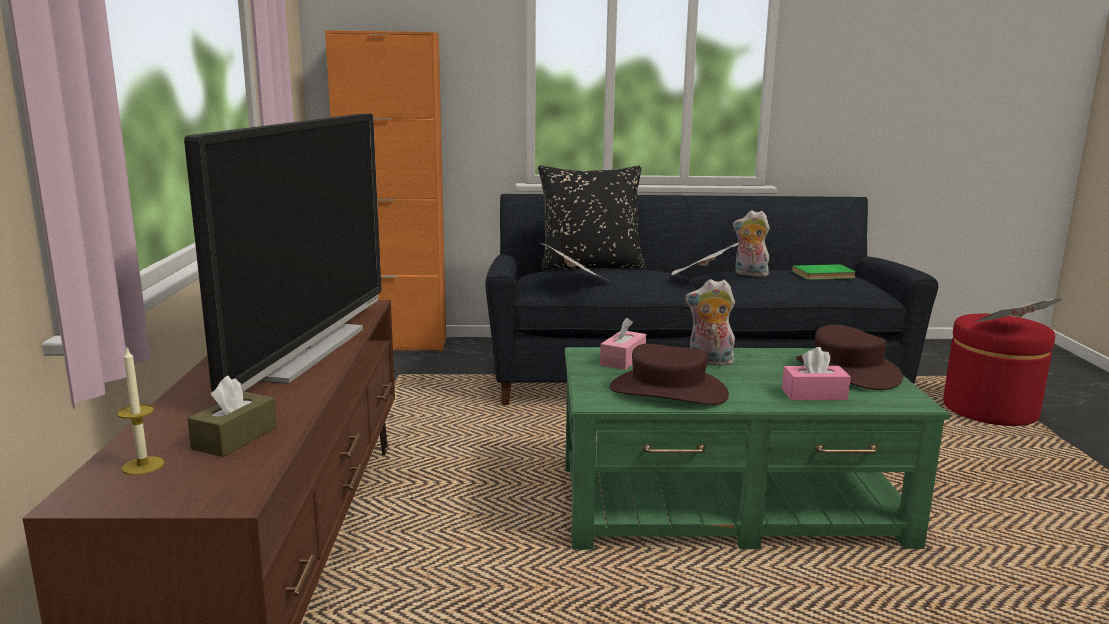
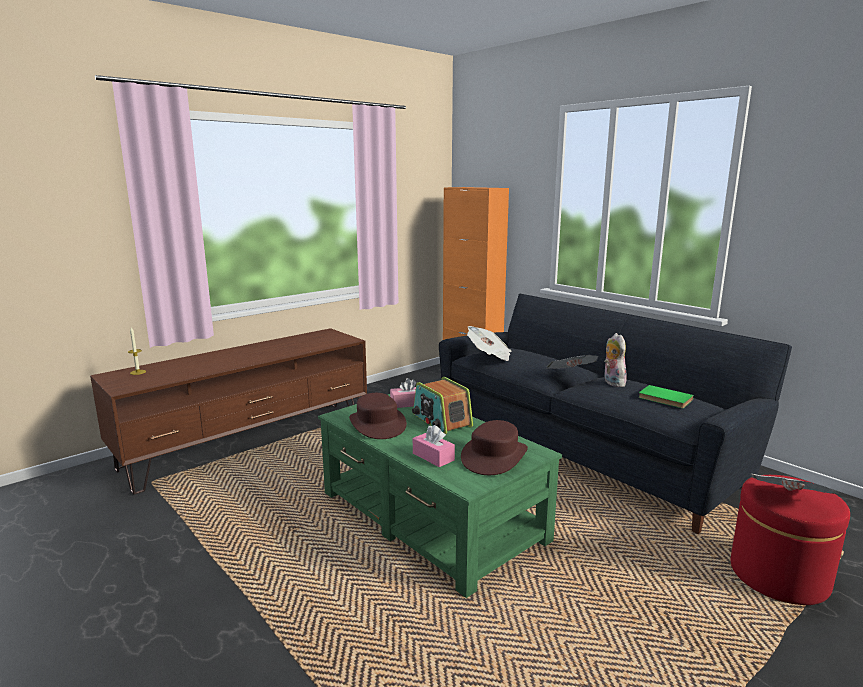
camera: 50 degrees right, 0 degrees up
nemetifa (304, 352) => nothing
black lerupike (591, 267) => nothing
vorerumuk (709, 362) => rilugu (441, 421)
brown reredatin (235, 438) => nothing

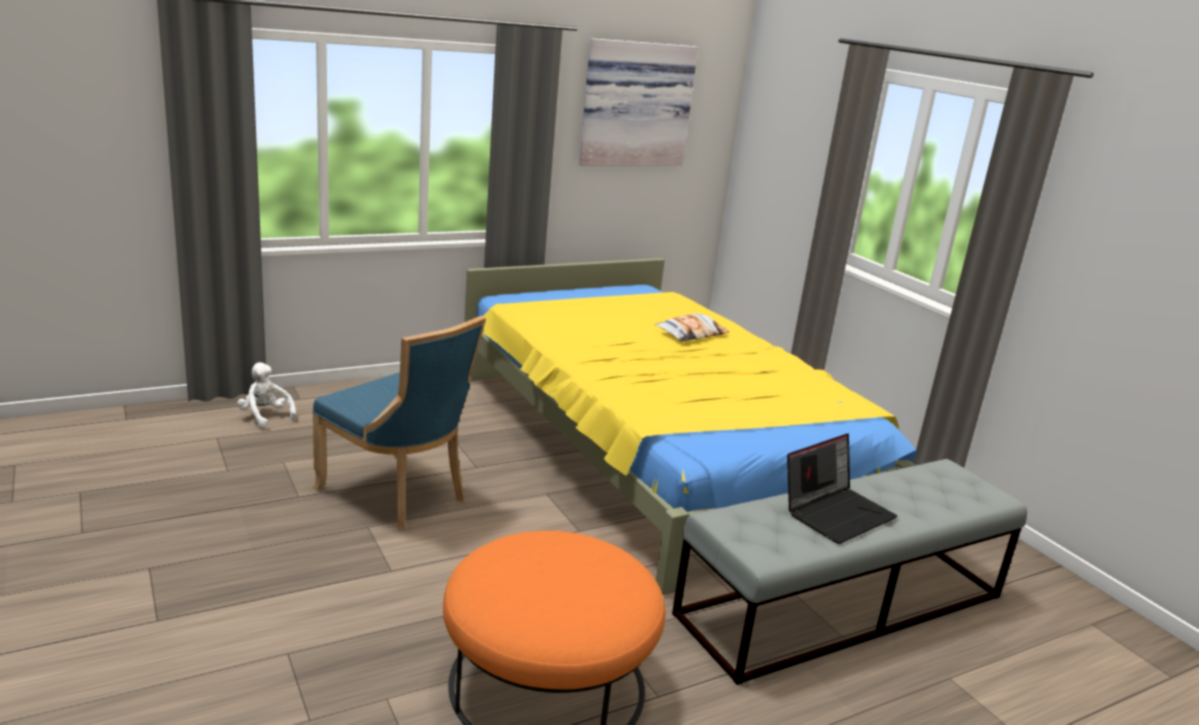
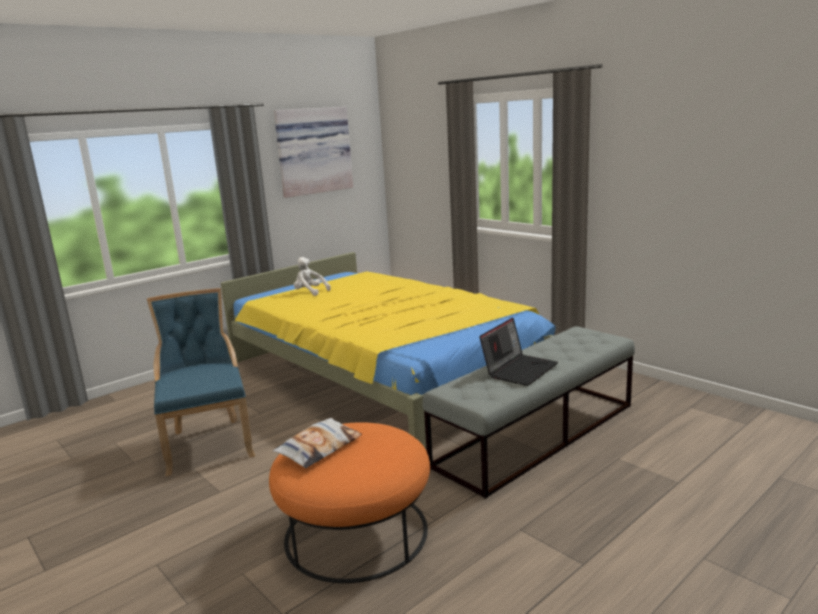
camera: 10 degrees left, 5 degrees down
lerupike (691, 334) => lerupike (319, 448), shifted
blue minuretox (398, 495) => blue minuretox (209, 443), 135 degrees counterclockwise
white vorerumuk (265, 416) => white vorerumuk (310, 292), shifted

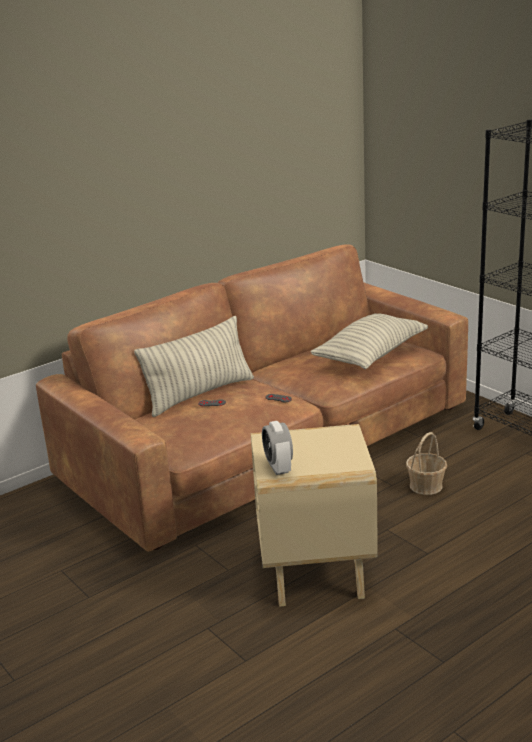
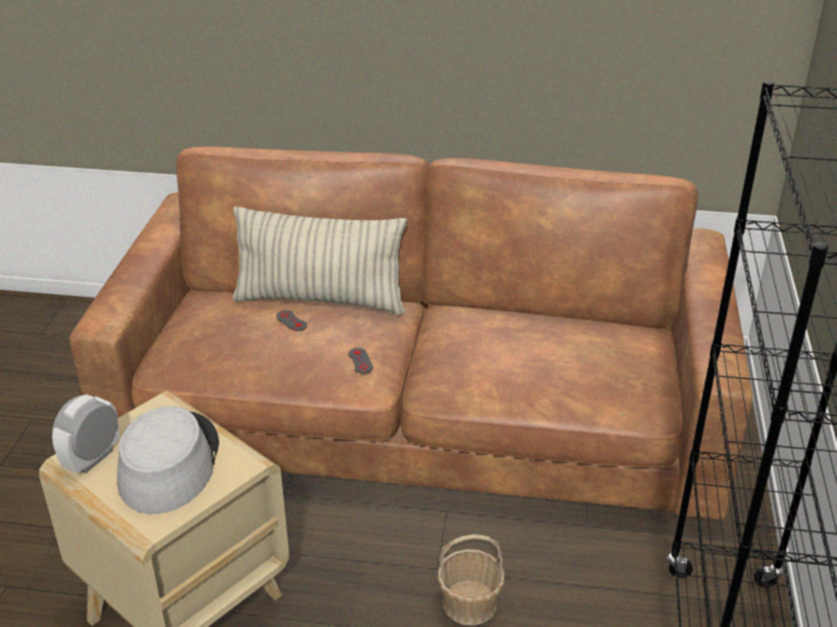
camera: 45 degrees right, 10 degrees up
lerupike (370, 355) => nothing
nothing => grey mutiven (169, 463)

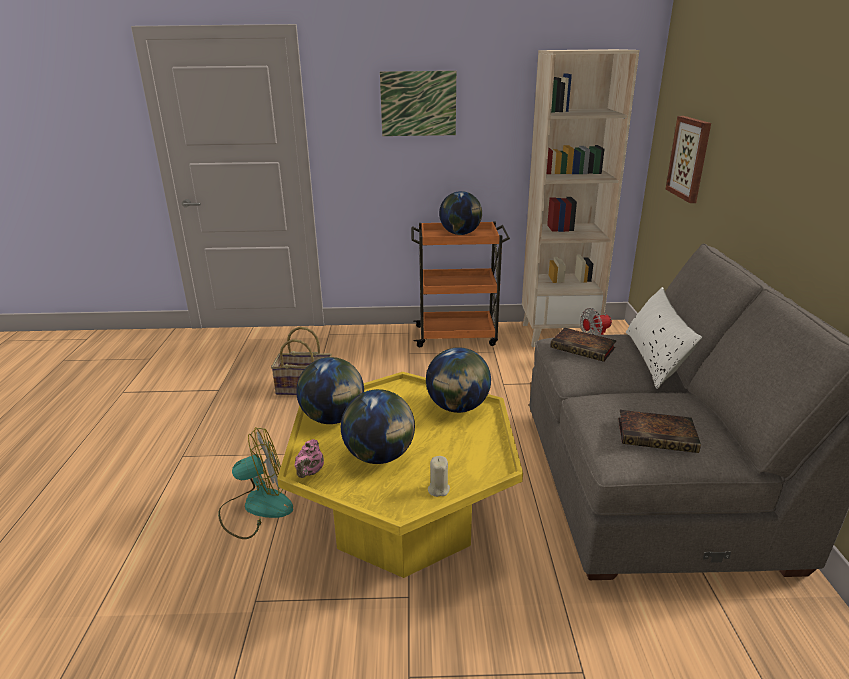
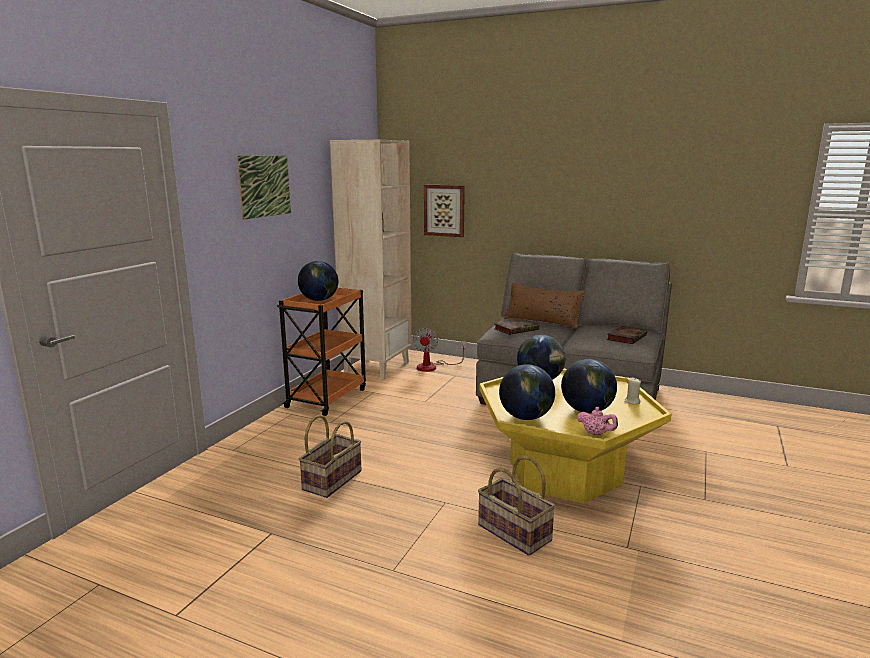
camera: 65 degrees left, 10 degrees down
white lerupike (655, 358) => brown lerupike (542, 321)
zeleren (256, 508) => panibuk (513, 533)

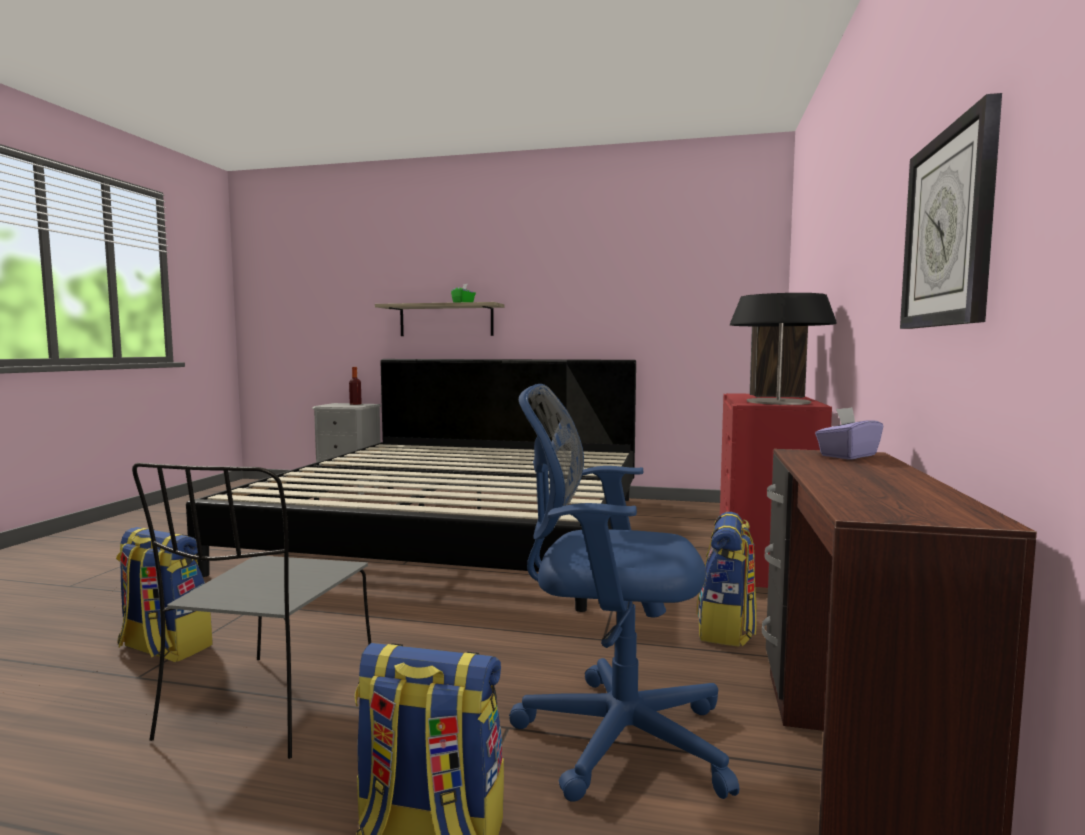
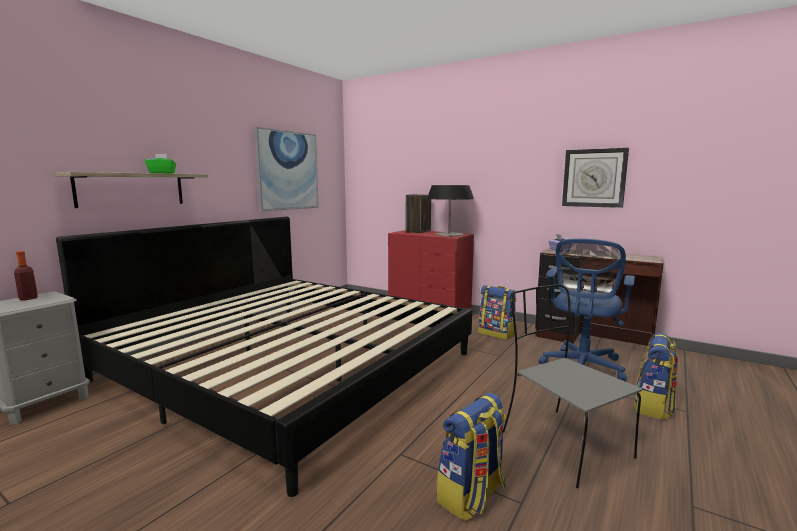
camera: 70 degrees left, 5 degrees up
grey minuretox (269, 706) => grey minuretox (562, 443), 150 degrees counterclockwise
nothing => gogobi (288, 170)

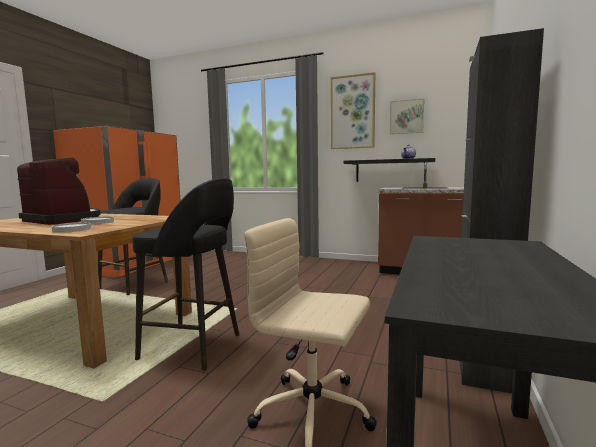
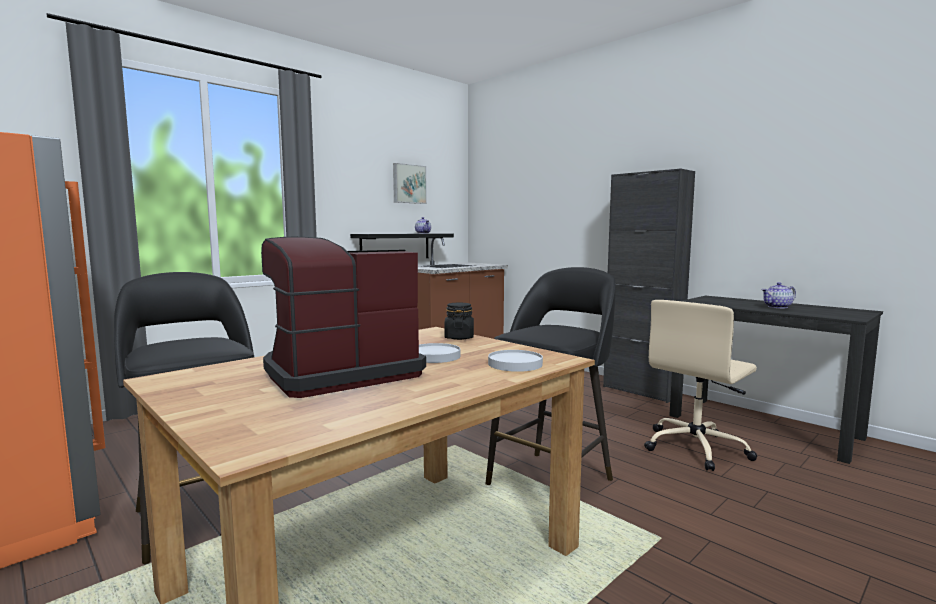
camera: 65 degrees left, 0 degrees up
gogobi (352, 112) => nothing
nothing => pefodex (777, 307)
nothing => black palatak (459, 337)

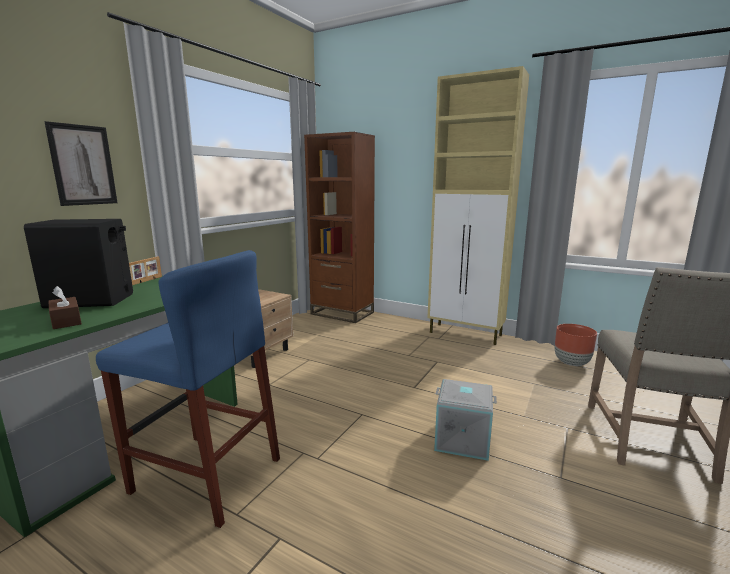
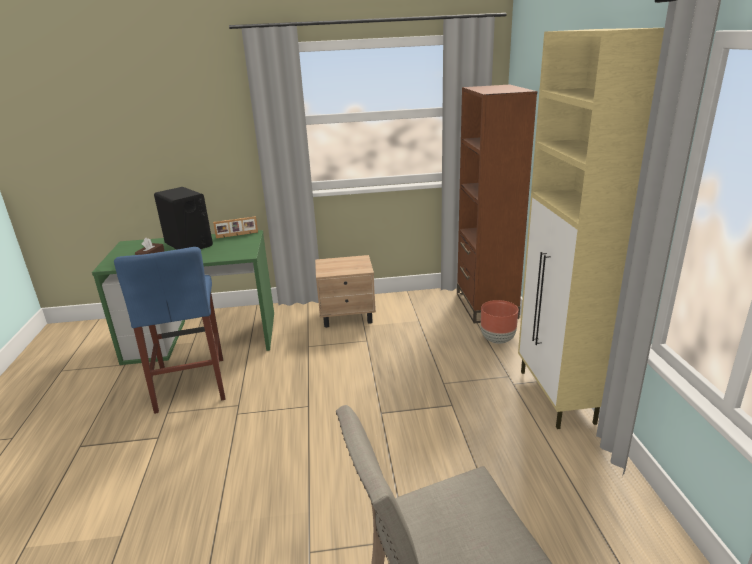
camera: 55 degrees right, 10 degrees up
gogobi (83, 165) => nothing
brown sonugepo (571, 363) => brown sonugepo (497, 340), shifted
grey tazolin (463, 439) => nothing

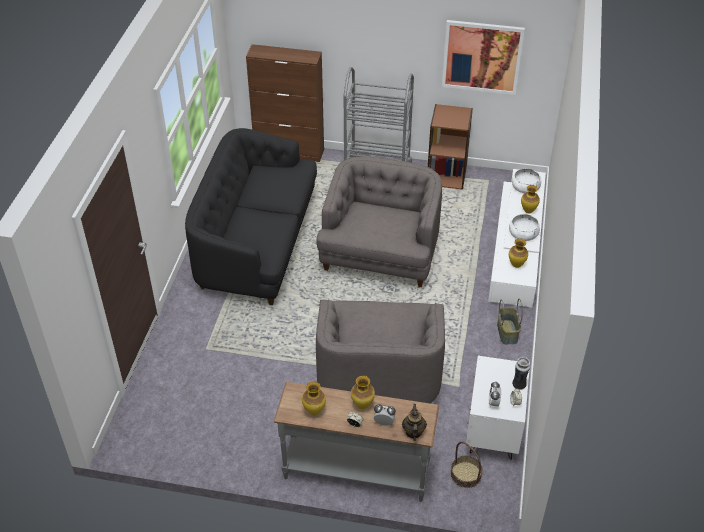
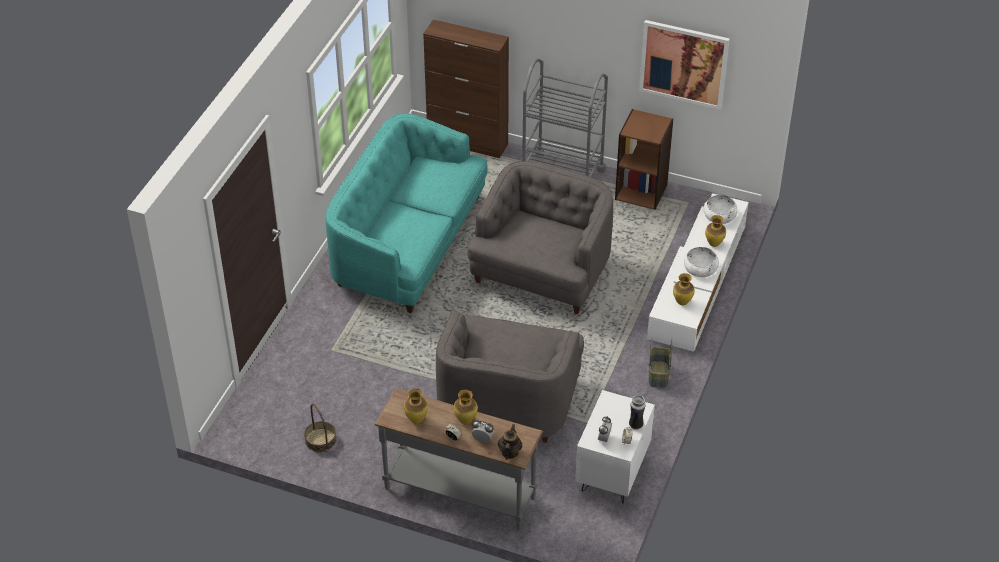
camera: 10 degrees right, 0 degrees up
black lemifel (256, 243) => turquoise lemifel (408, 243)
panibuk (465, 474) => panibuk (320, 440), shifted

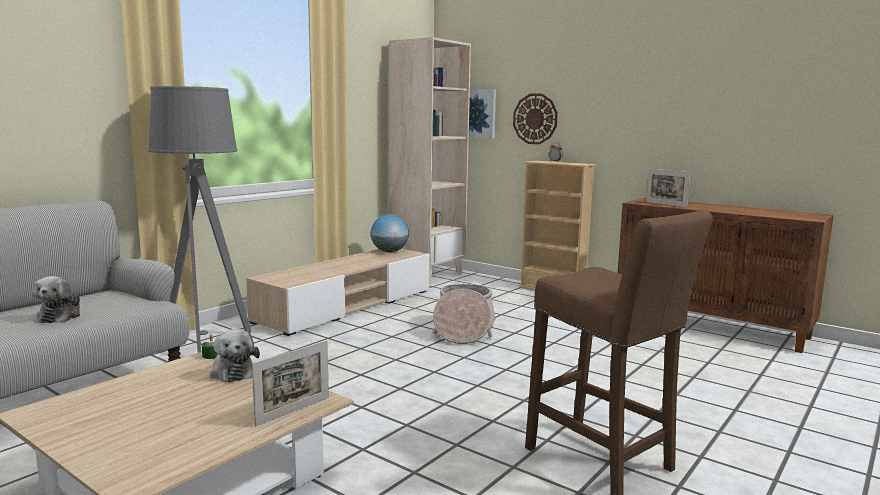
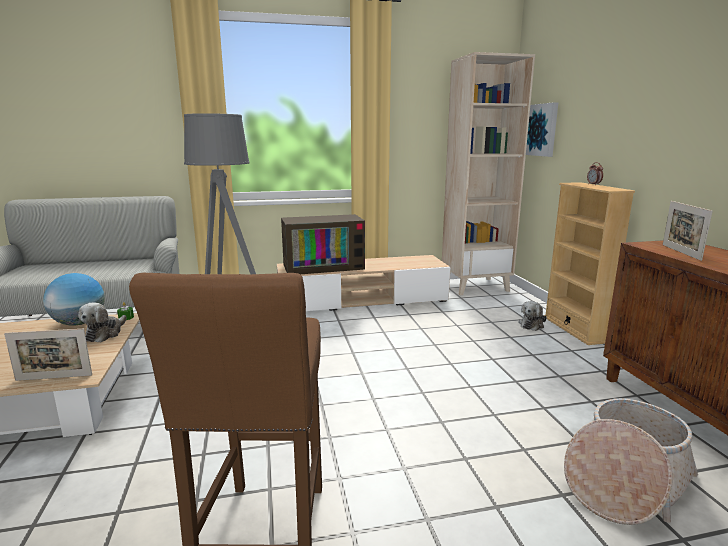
camera: 40 degrees right, 5 degrees up
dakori (535, 119) => nothing
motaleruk (389, 251) => motaleruk (79, 323), shifted
vorerumuk (61, 316) => vorerumuk (531, 324), shifted
panibuk (463, 330) => panibuk (624, 481), shifted
nothing => nemetifa (324, 266)

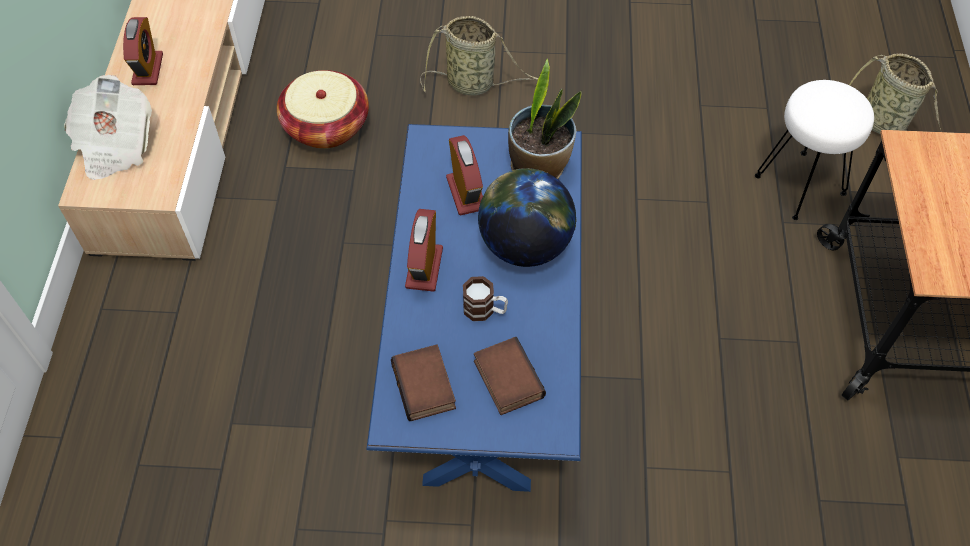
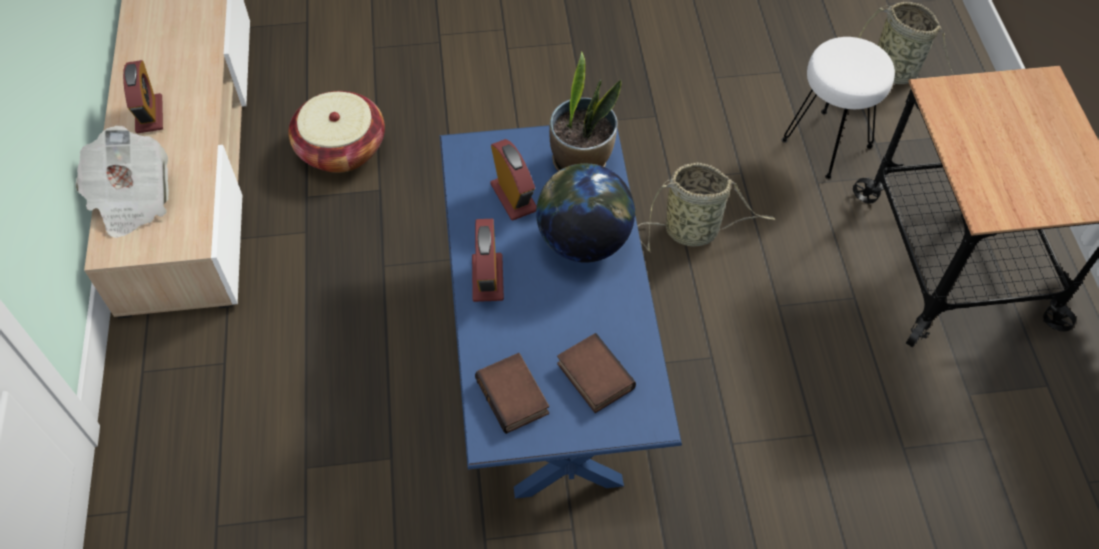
camera: 10 degrees left, 0 degrees up
panibuk (474, 84) => panibuk (695, 231), shifted
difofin (485, 310) => nothing

